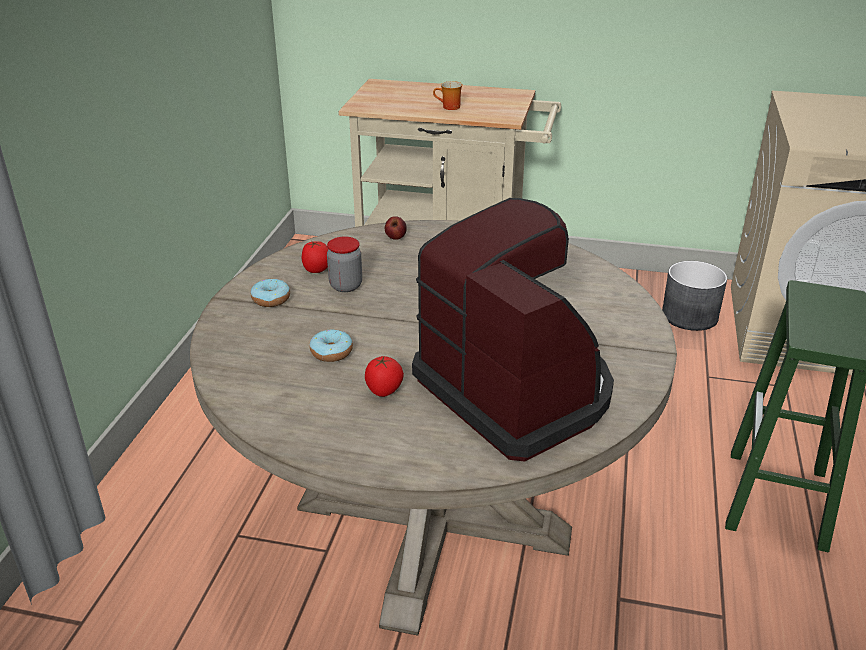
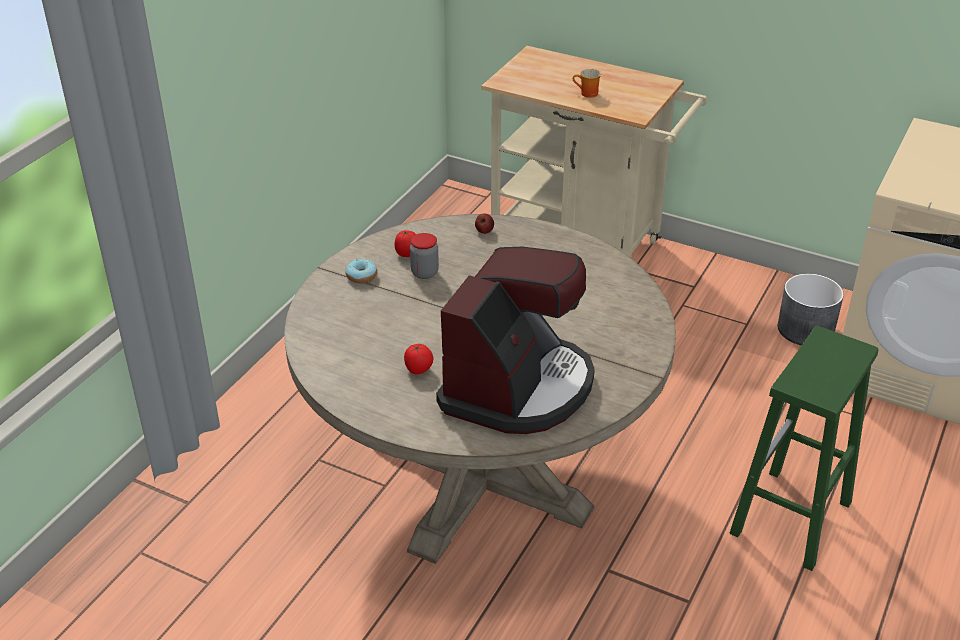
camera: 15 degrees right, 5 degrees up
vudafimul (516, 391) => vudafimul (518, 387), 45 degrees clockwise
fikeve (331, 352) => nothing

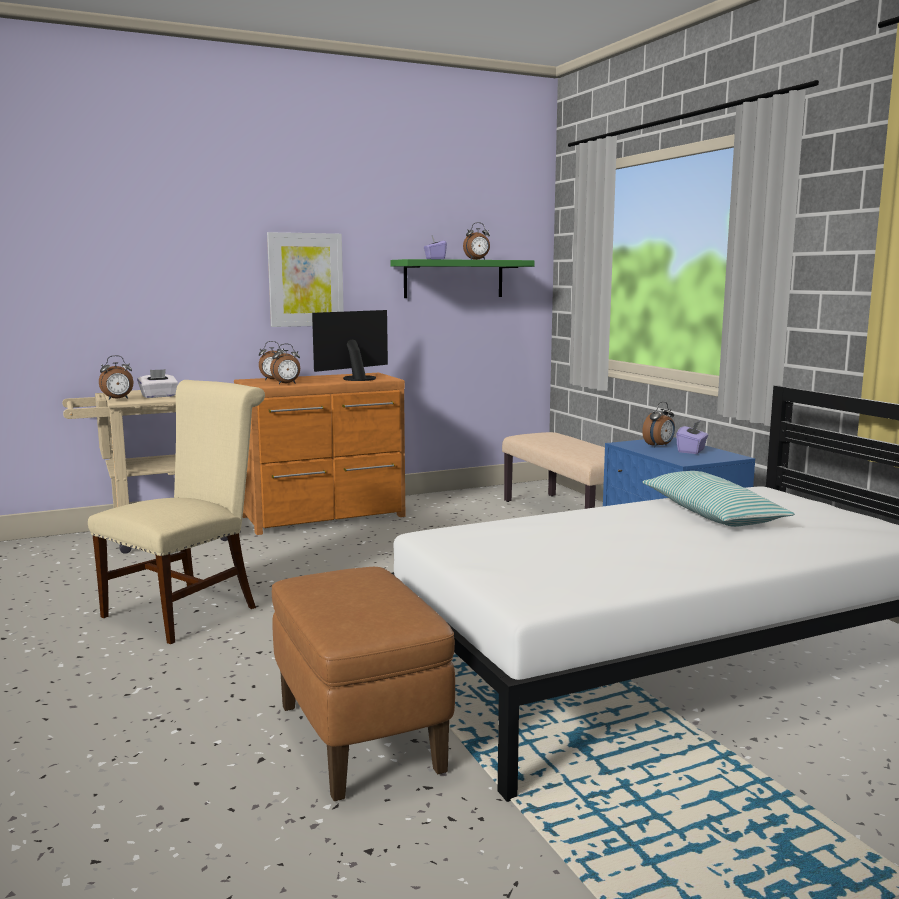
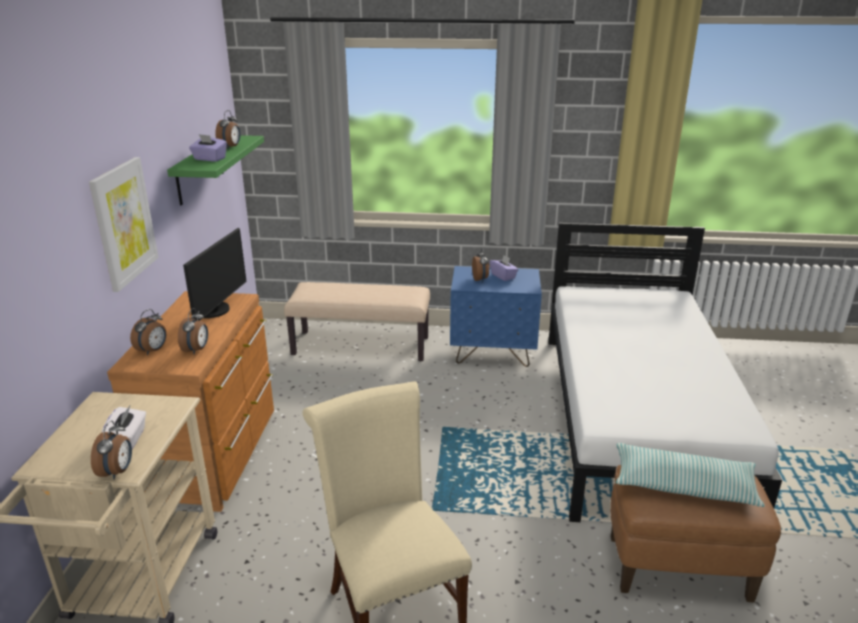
camera: 60 degrees left, 15 degrees up
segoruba (356, 378) => segoruba (215, 310), 150 degrees counterclockwise
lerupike (711, 514) => lerupike (683, 485), shifted

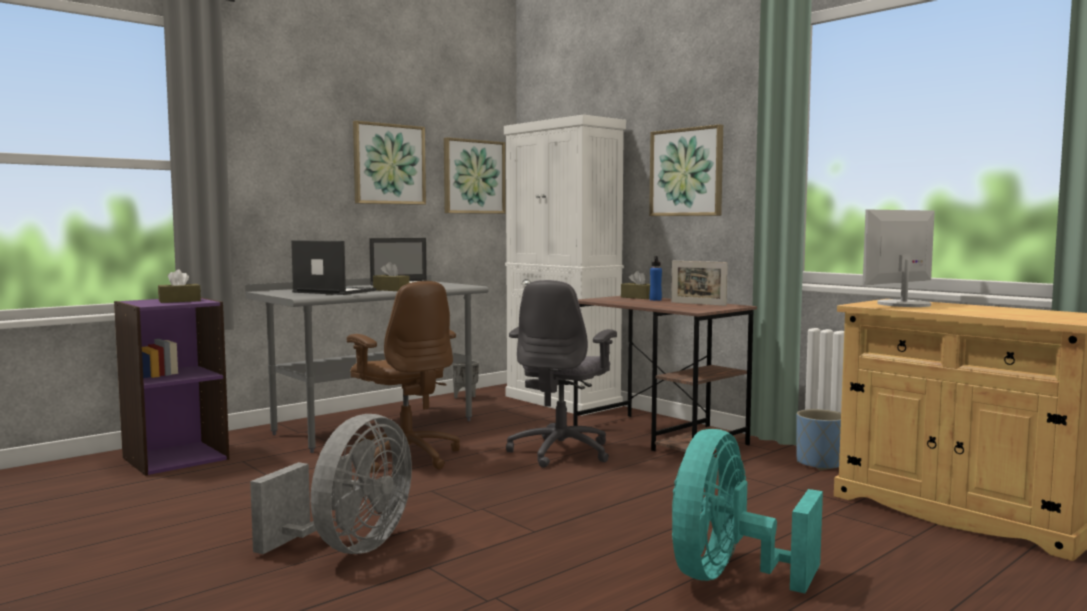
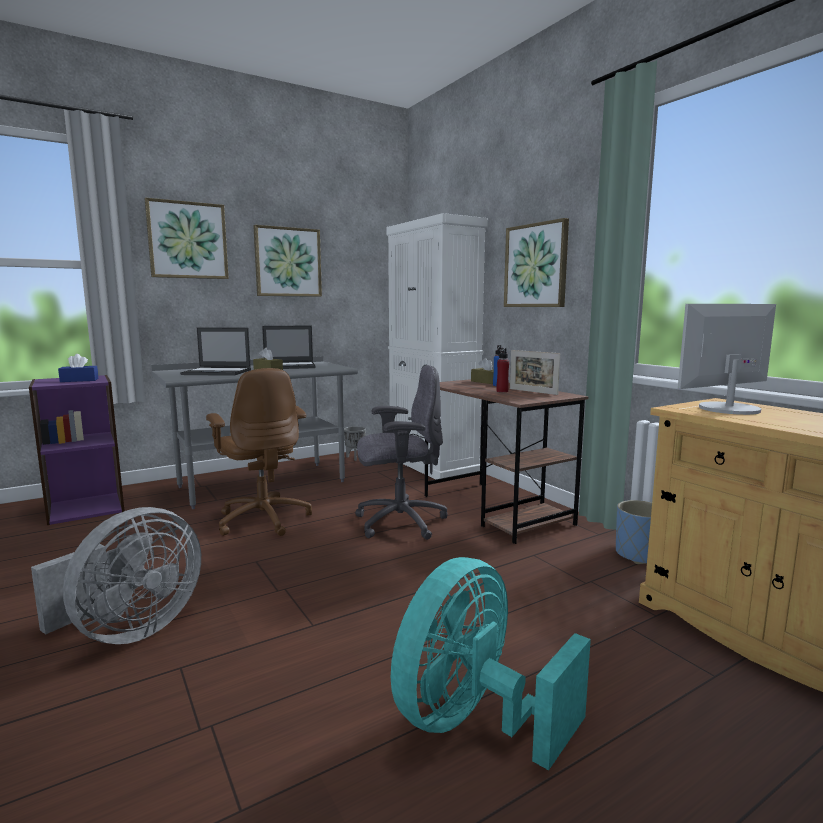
camera: 10 degrees right, 5 degrees up
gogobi (473, 177) => gogobi (187, 240), shifted
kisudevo (333, 291) => kisudevo (218, 372), 150 degrees clockwise
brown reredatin (179, 301) => blue reredatin (79, 380)
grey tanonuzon (562, 452) => grey tanonuzon (399, 522), 135 degrees counterclockwise
nothing => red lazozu (502, 391)

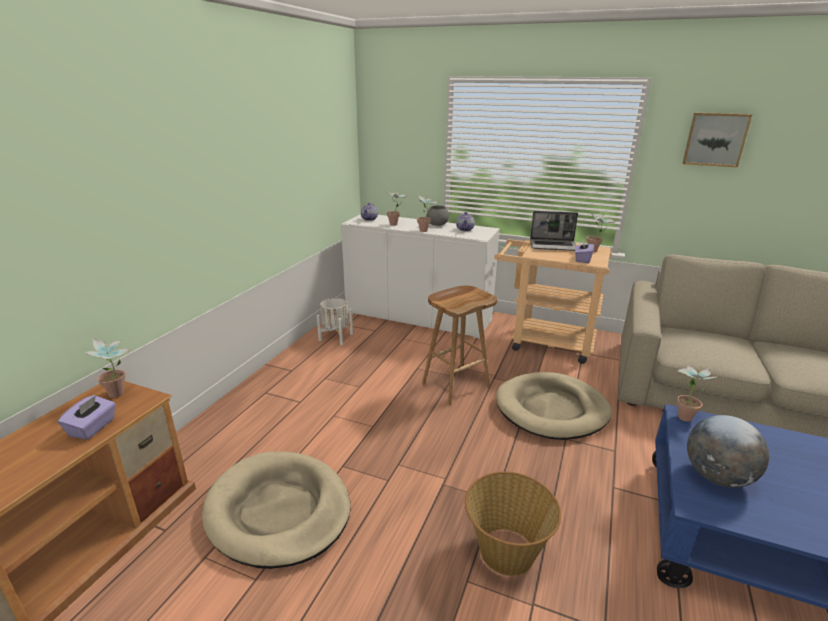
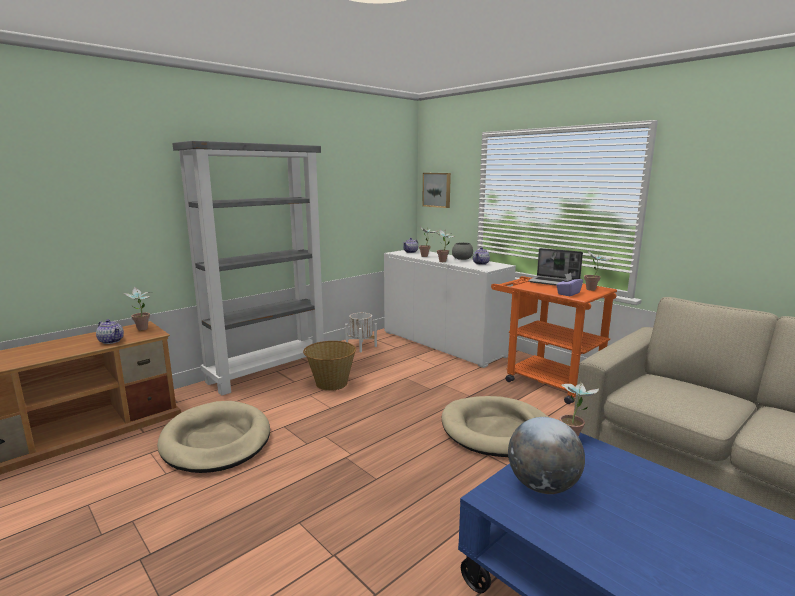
camera: 25 degrees right, 10 degrees down
gogobi (715, 139) => gogobi (437, 190), shifted
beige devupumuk (543, 341) => orange devupumuk (545, 380)
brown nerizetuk (456, 385) => nothing
purple reredatin (93, 428) => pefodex (111, 341)
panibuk (506, 552) => panibuk (331, 383), shifted
nothing => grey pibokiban (268, 371)

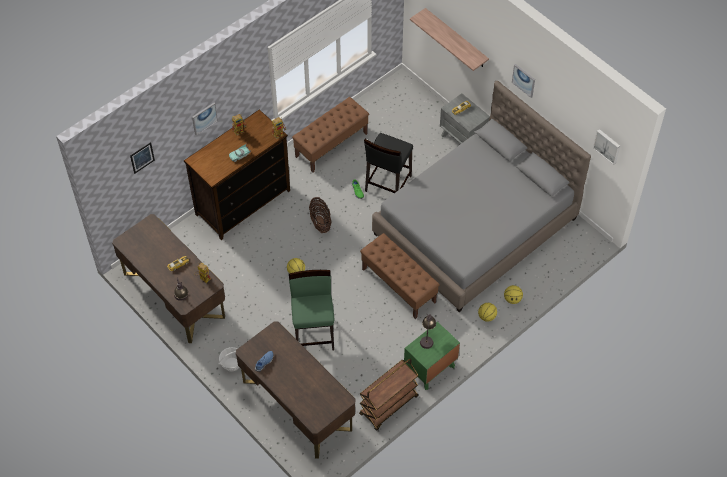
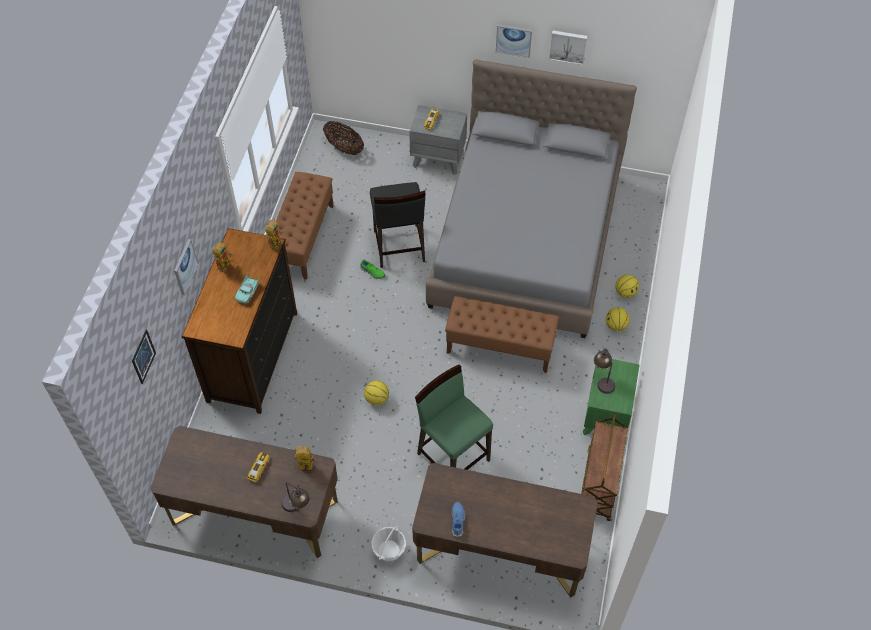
camera: 35 degrees left, 0 degrees up
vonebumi (456, 38) => nothing
gogobi (607, 146) => gogobi (568, 46), shifted
panibuk (320, 222) => panibuk (344, 148), shifted

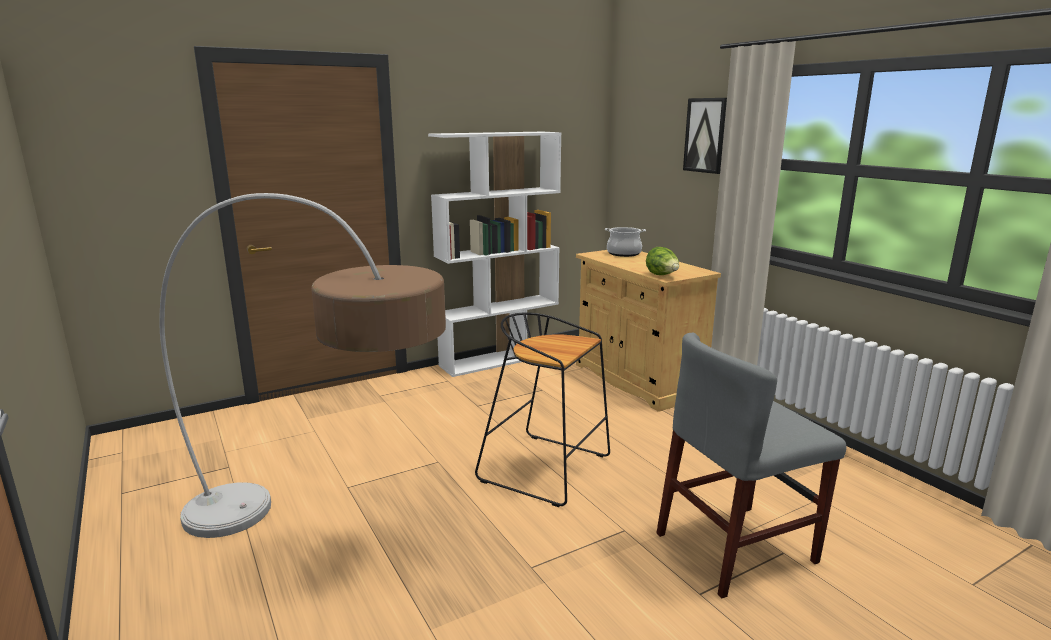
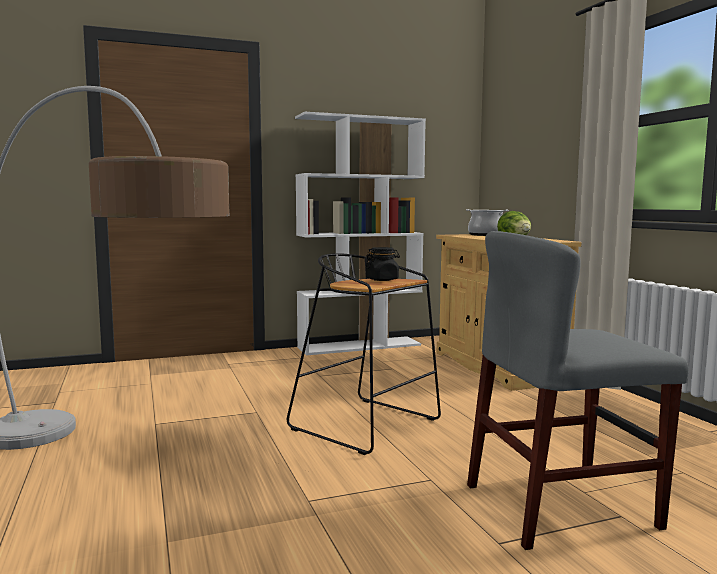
camera: 10 degrees right, 10 degrees down
gogobi (706, 135) => nothing
nothing => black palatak (382, 279)

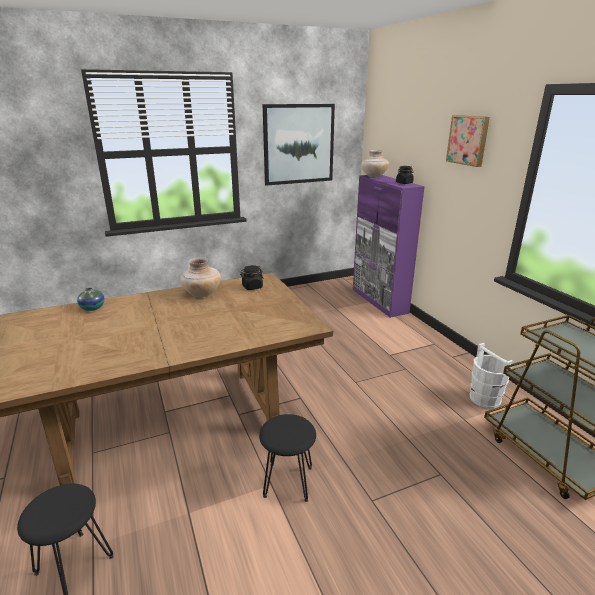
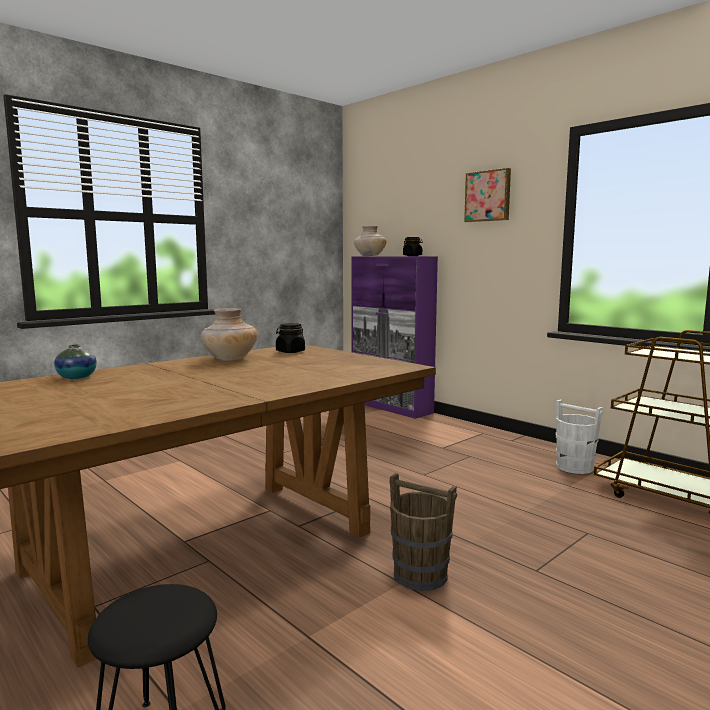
camera: 20 degrees left, 15 degrees down
gogobi (298, 144) => nothing
black nerizetuk (288, 482) => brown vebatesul (420, 575)

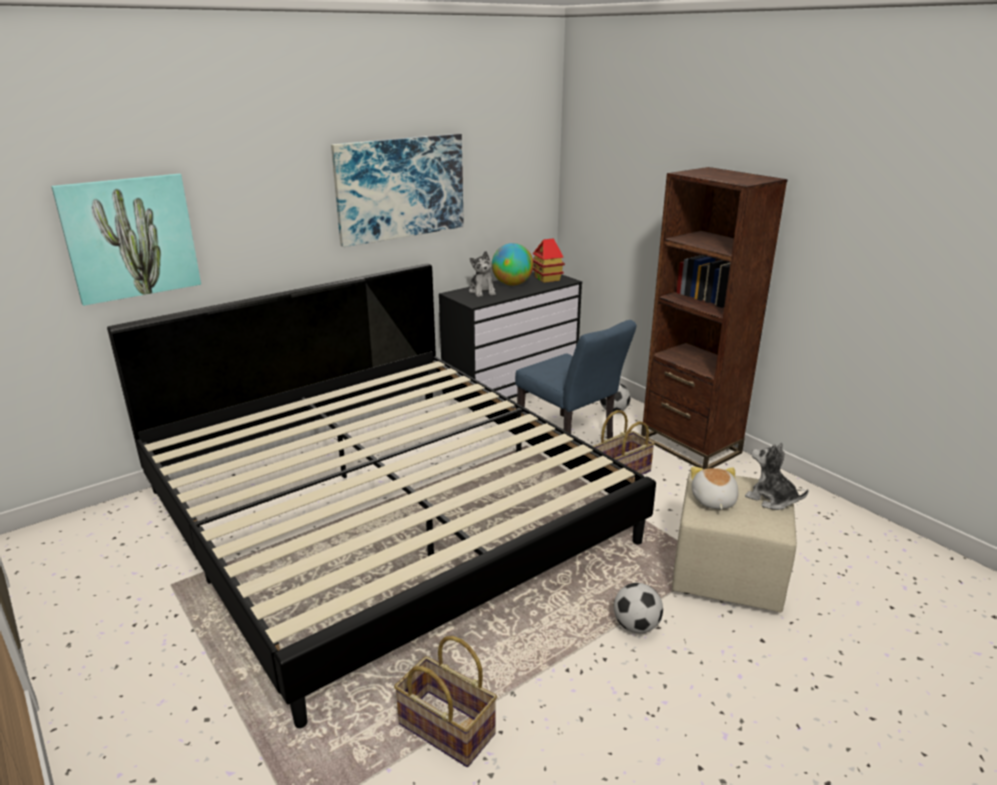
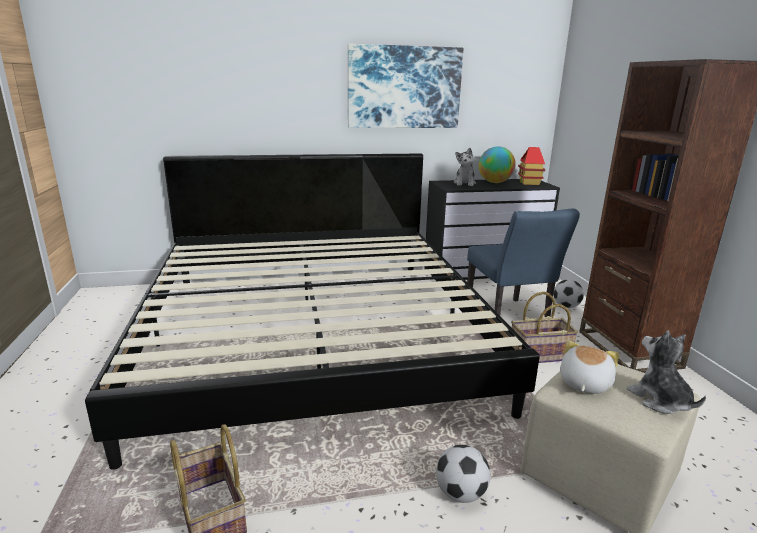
camera: 25 degrees right, 5 degrees down
gogobi (130, 238) => nothing

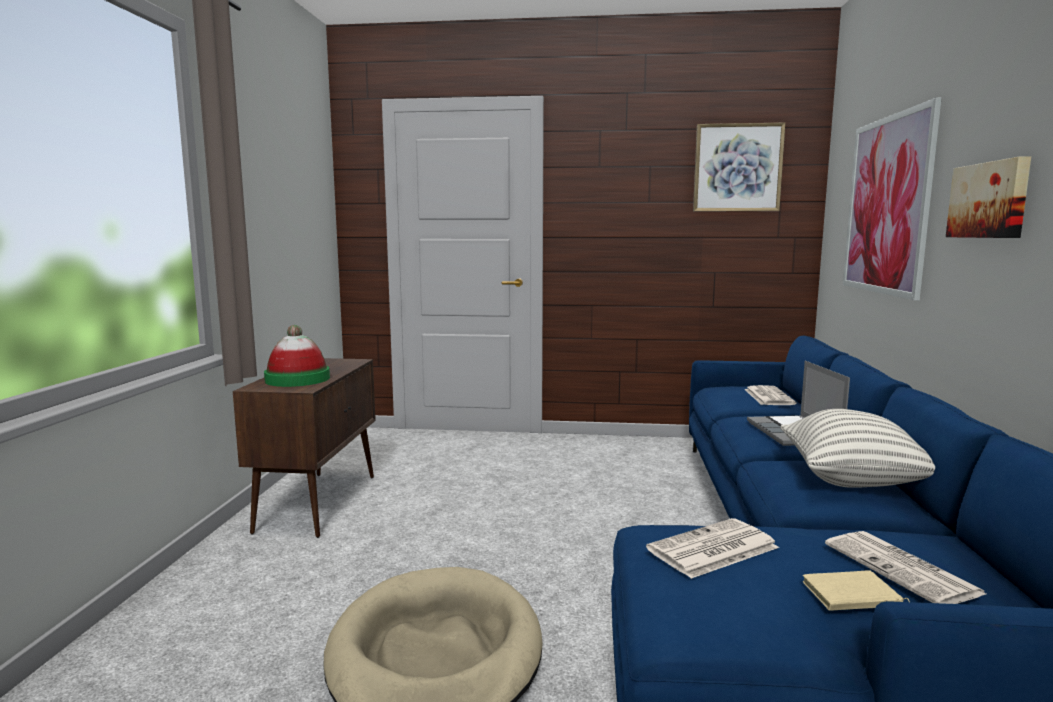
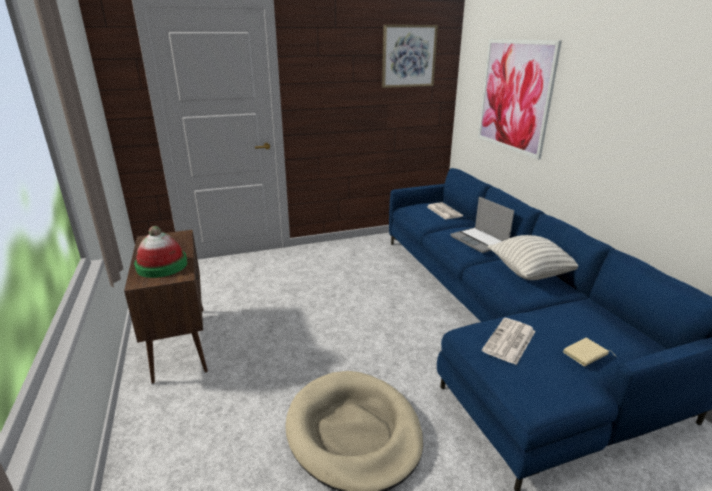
camera: 25 degrees left, 15 degrees up
gogobi (990, 200) => nothing
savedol (903, 569) => nothing

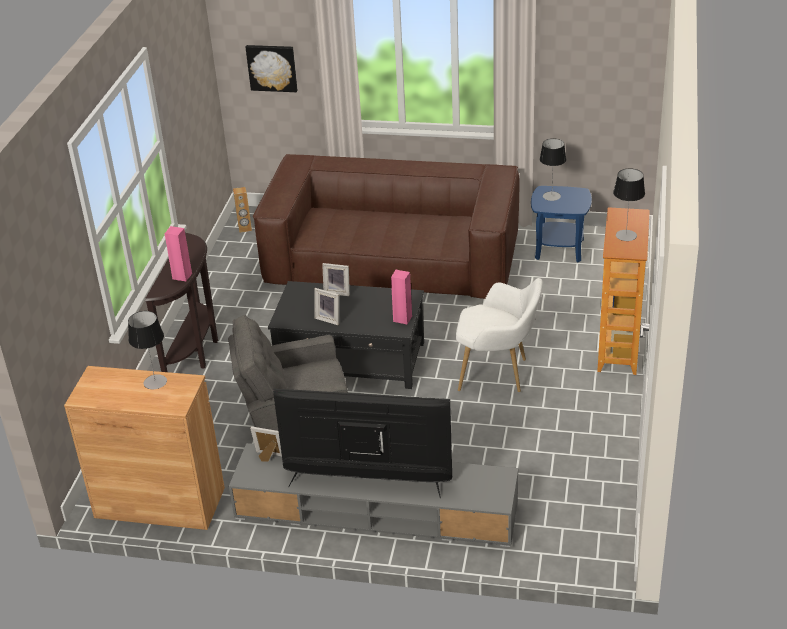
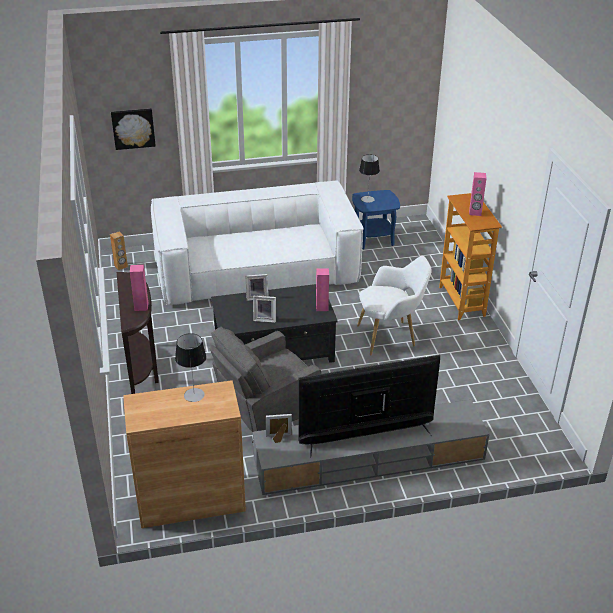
camera: 25 degrees left, 0 degrees up
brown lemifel (392, 260) => white lemifel (256, 269)
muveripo (626, 235) => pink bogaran (475, 213)

